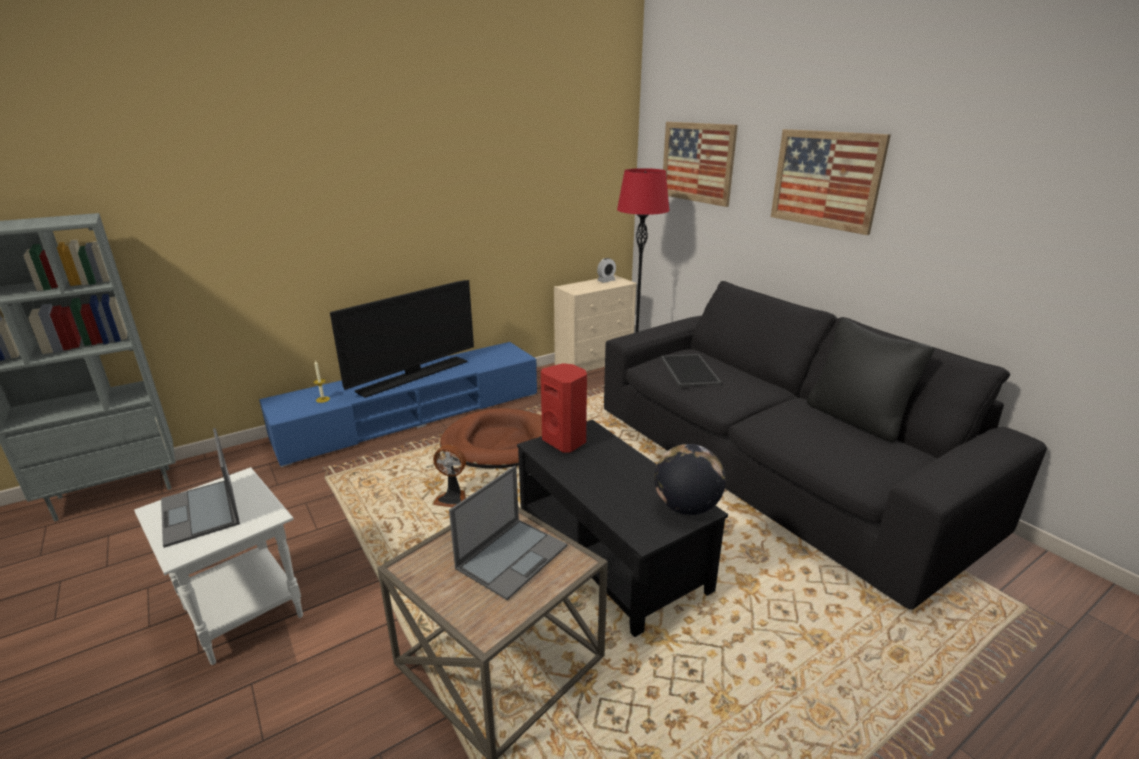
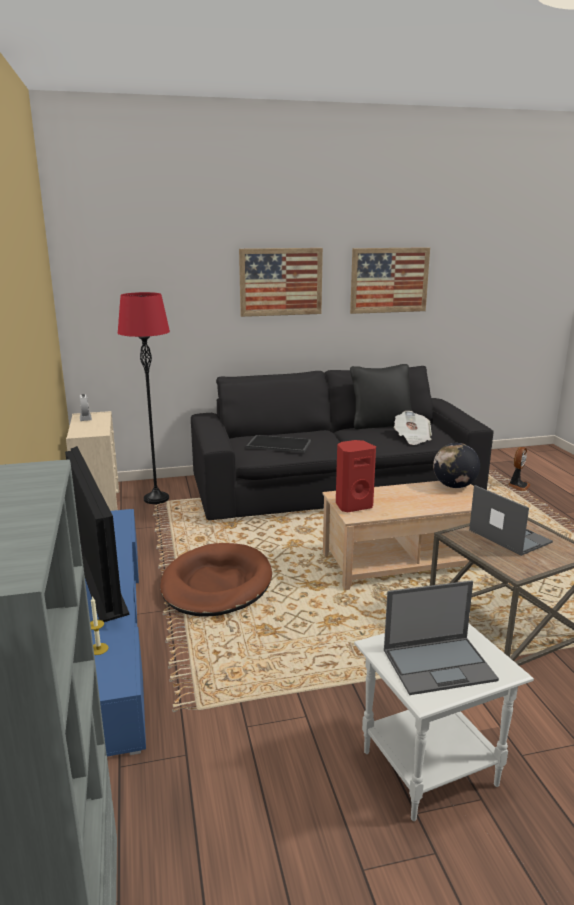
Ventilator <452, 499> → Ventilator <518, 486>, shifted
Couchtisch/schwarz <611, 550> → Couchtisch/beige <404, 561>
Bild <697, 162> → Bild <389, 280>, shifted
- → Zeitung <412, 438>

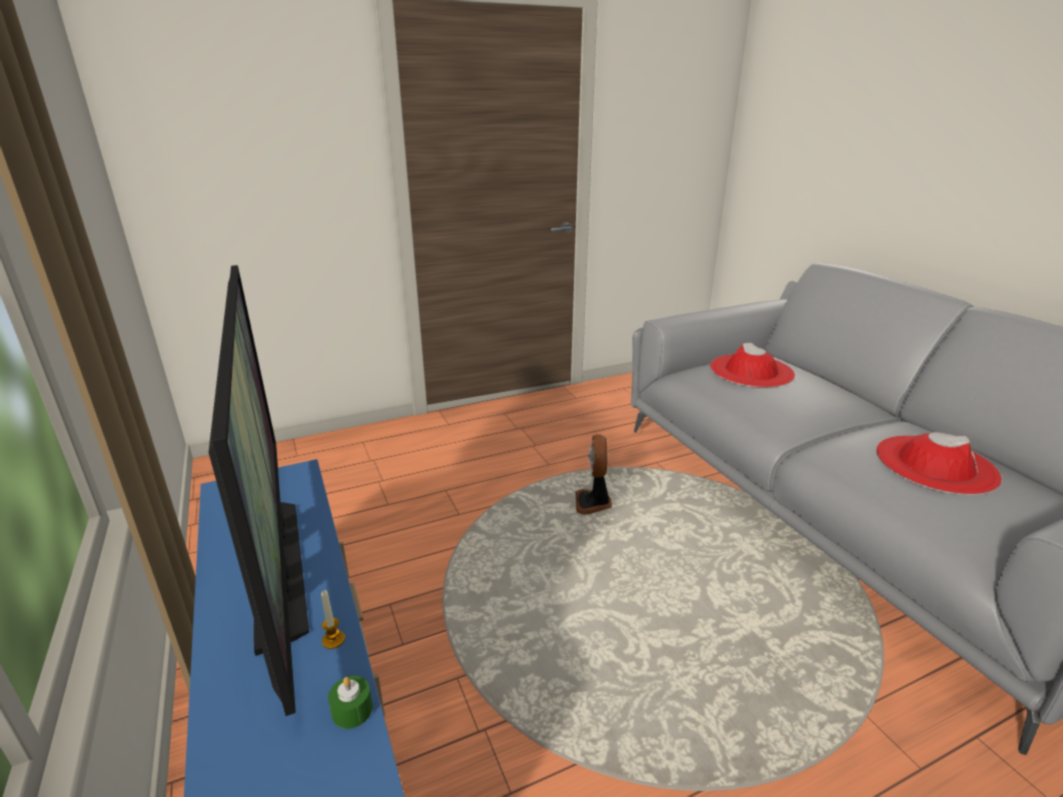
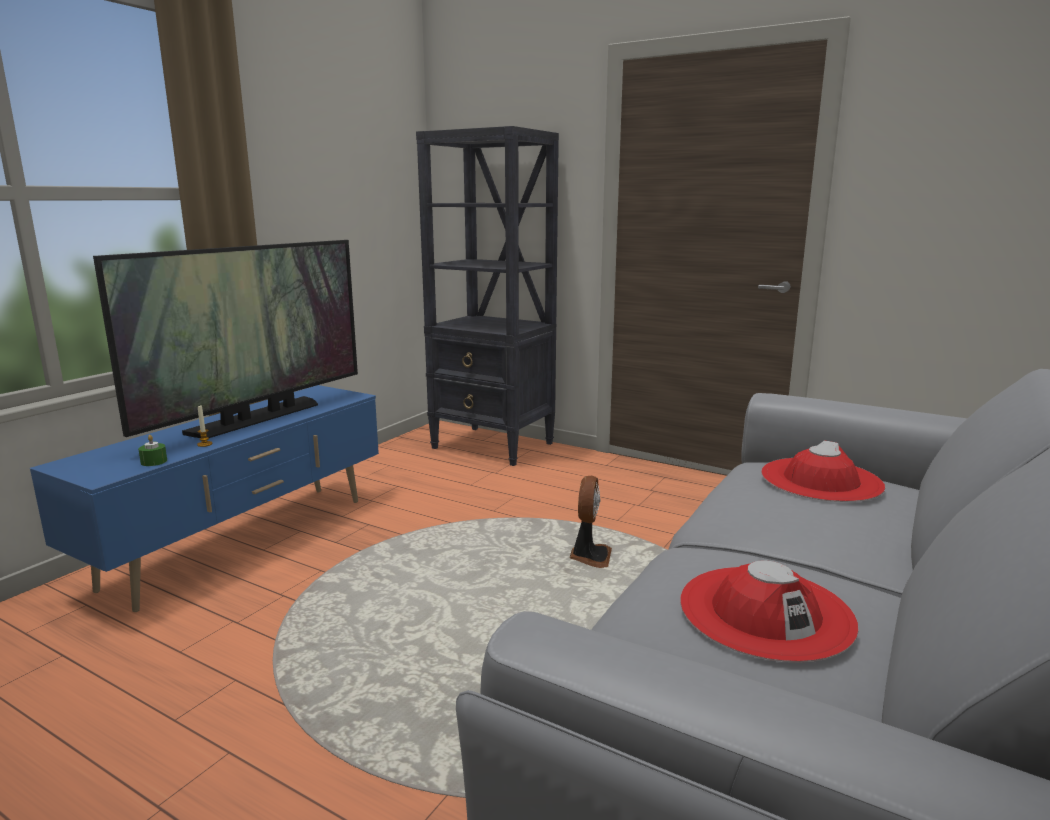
Ventilator <593, 503> → Ventilator <590, 557>, 135 degrees clockwise
- → Bücherregal/schwarz <493, 446>

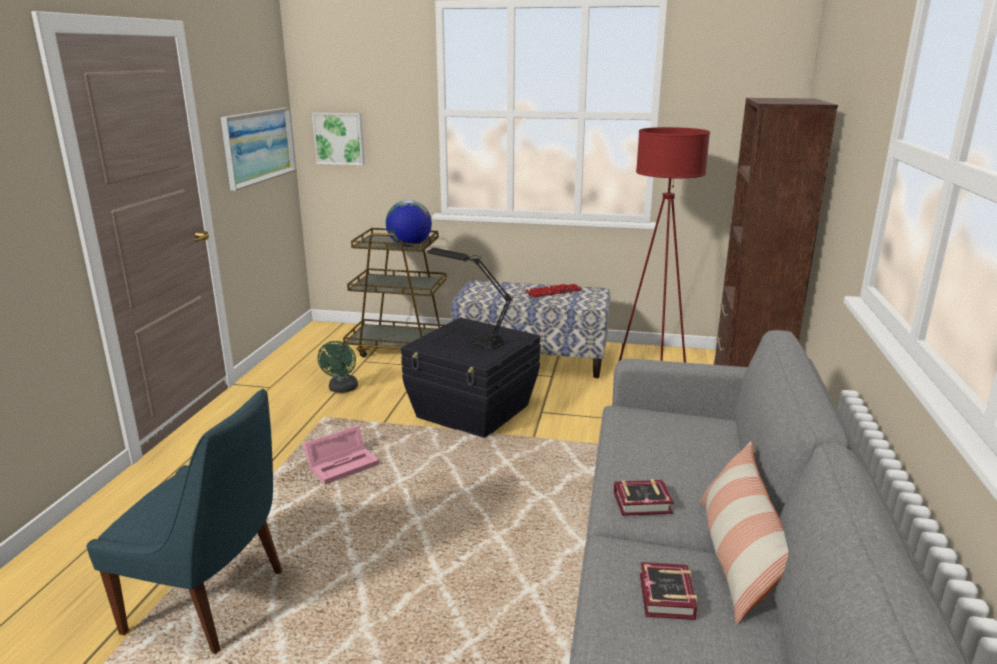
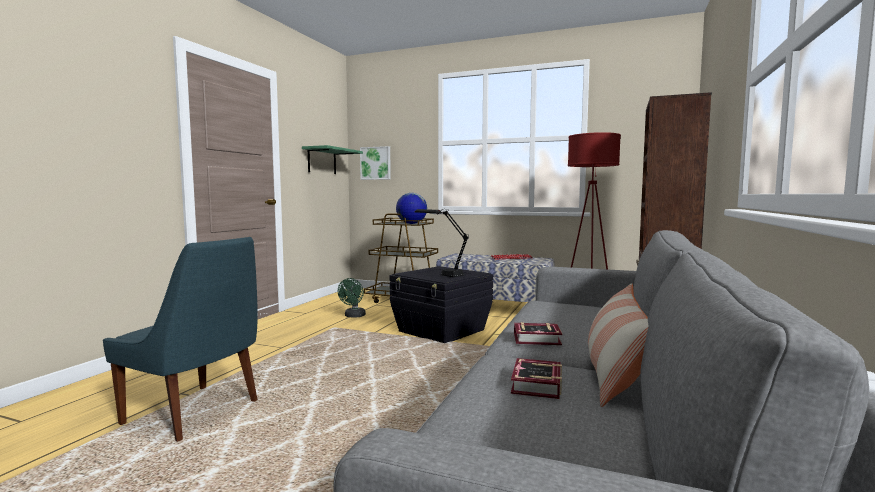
Bild <259, 146> → Wandregal/grün <322, 161>
Aufbewahrungsbox/rosa <343, 464> → -

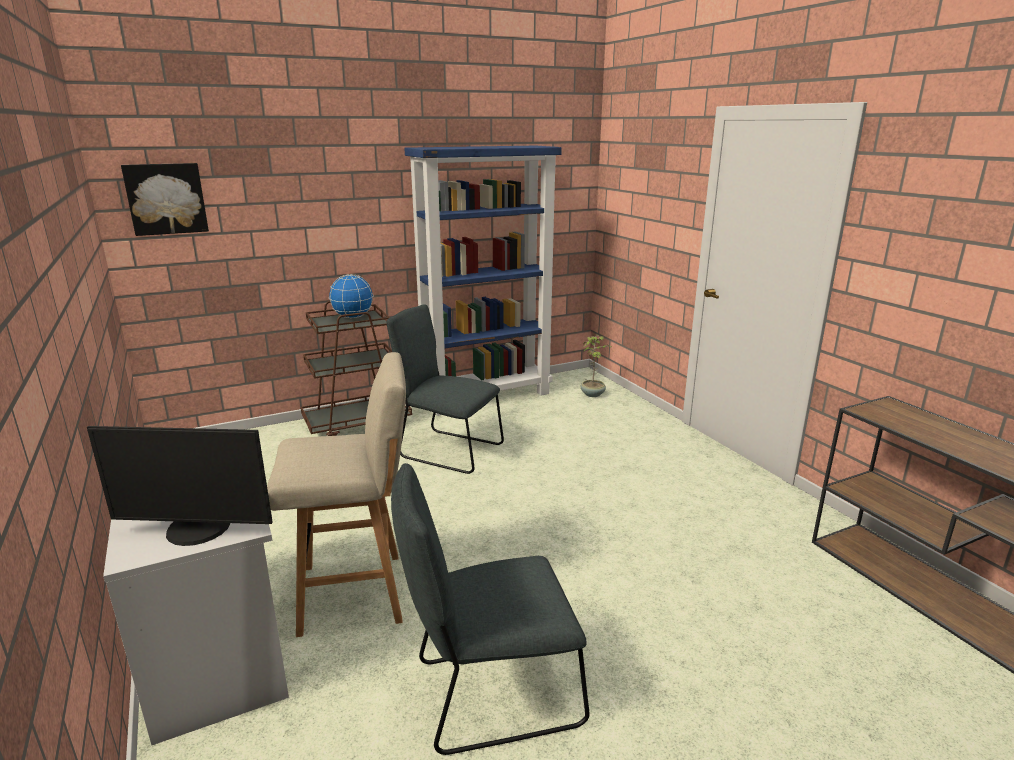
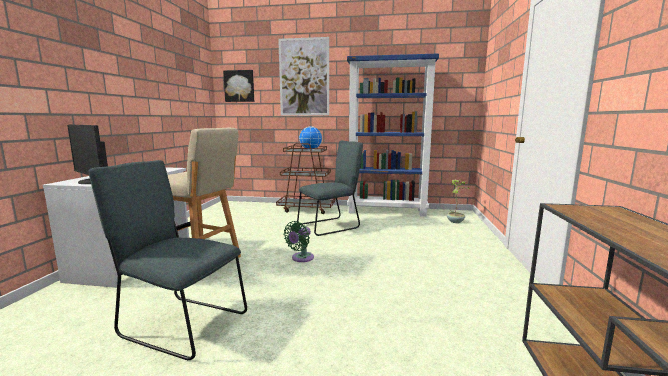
Stuhl/grau <447, 450> → Stuhl/grau <331, 226>, 90 degrees clockwise
- → Bild <304, 77>
- → Ventilator/grün <301, 258>

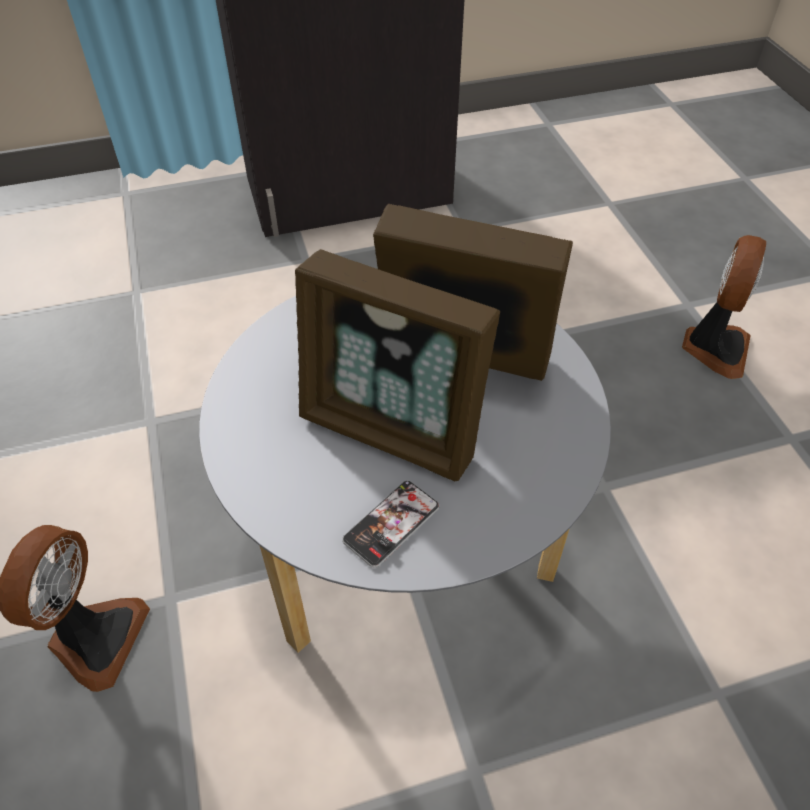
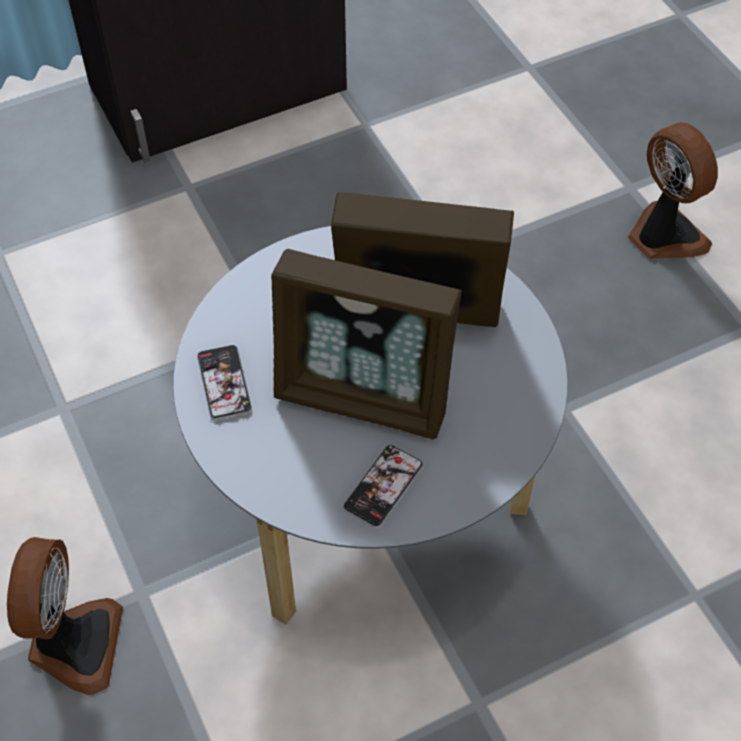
Ventilator <714, 348> → Ventilator <663, 236>, 45 degrees counterclockwise
- → Handy <224, 383>

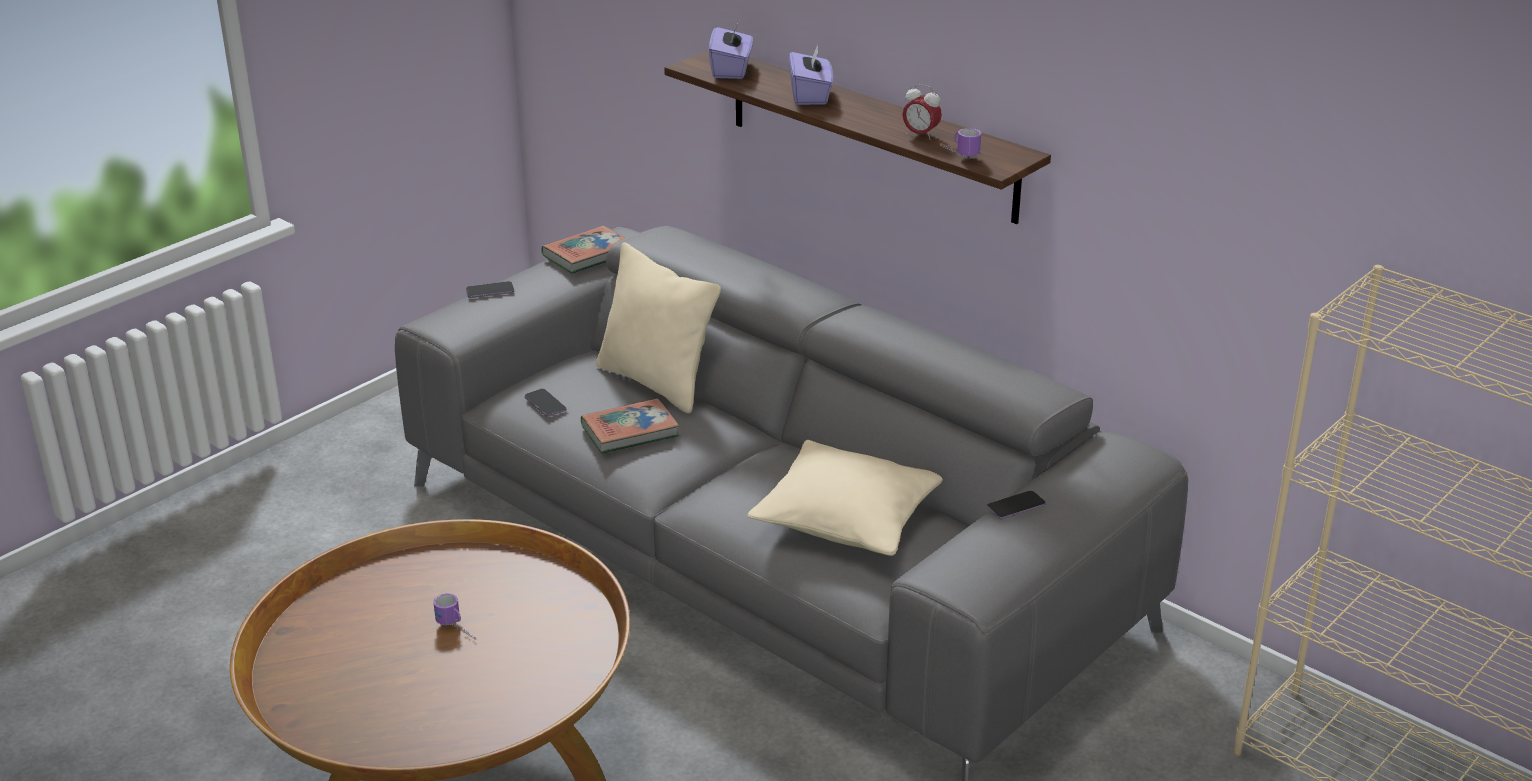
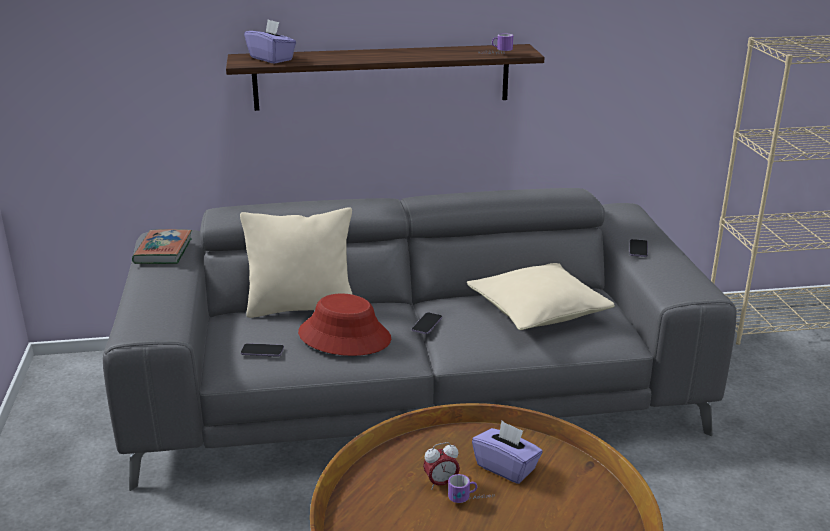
Handy <490, 291> → Handy <427, 324>, shifted
Buch <630, 431> → Hut/rot <345, 336>
Taschentuchbox/lila <810, 95> → Taschentuchbox/lila <506, 467>, shifted
Wecker <920, 135> → Wecker <441, 483>, shifted

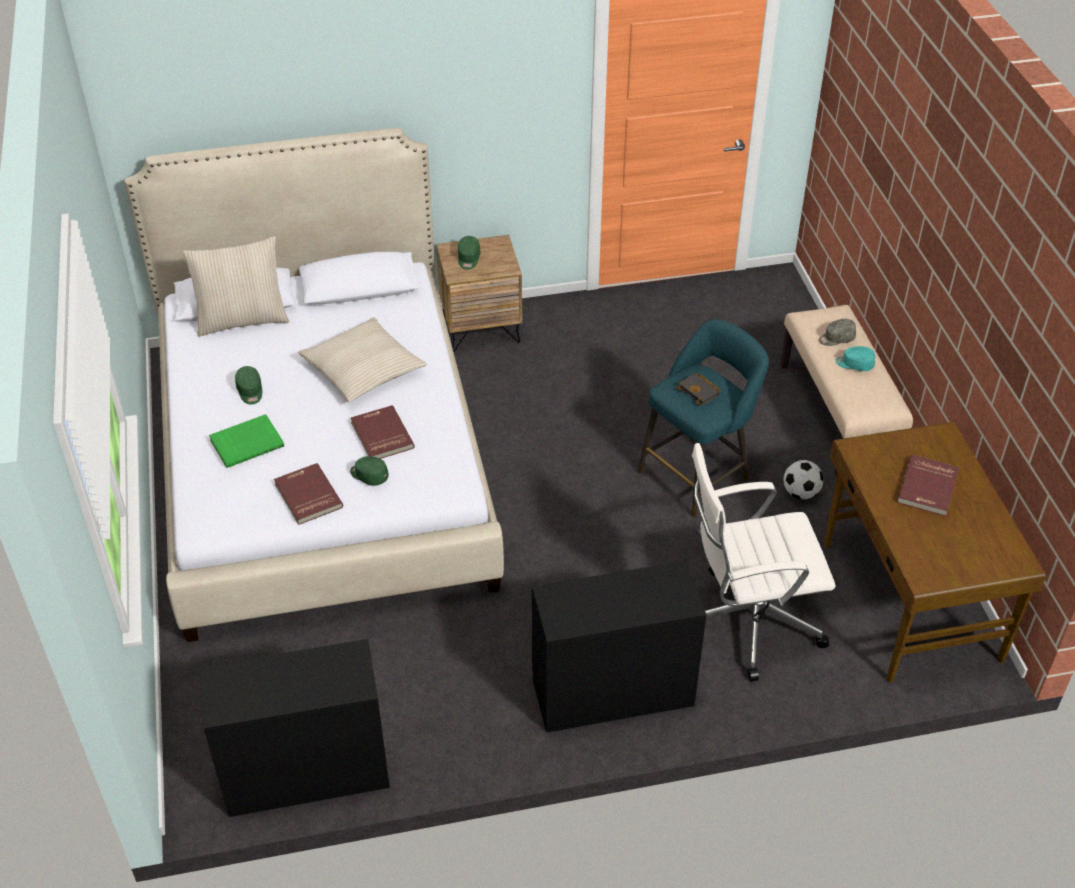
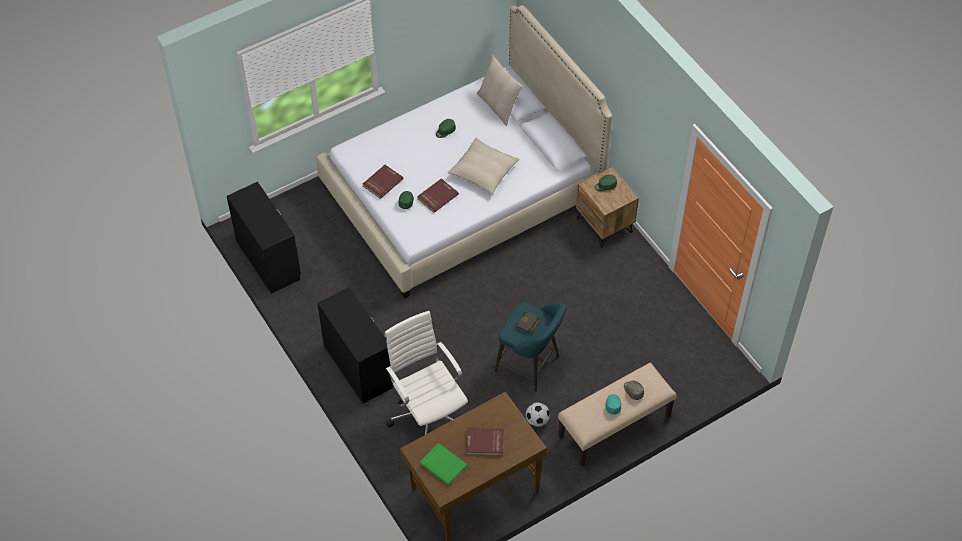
Buch/grün <246, 442> → Buch/grün <443, 464>, shifted

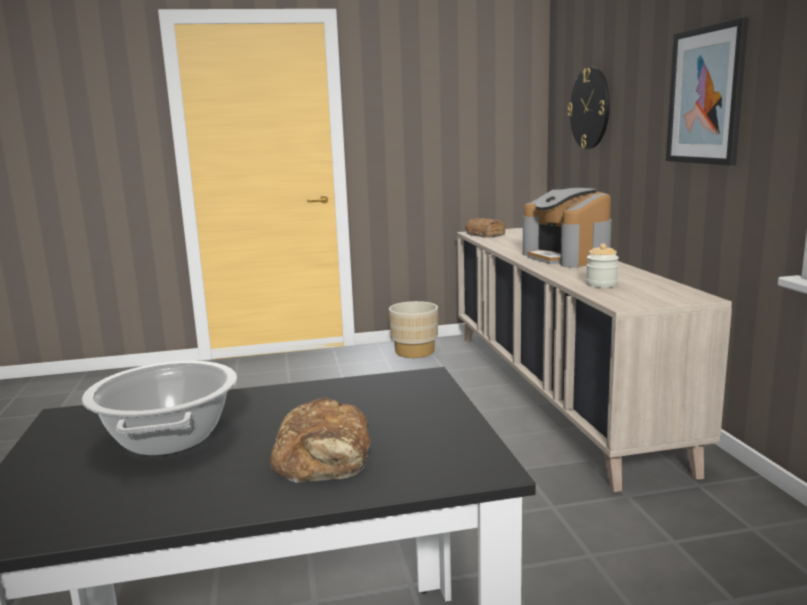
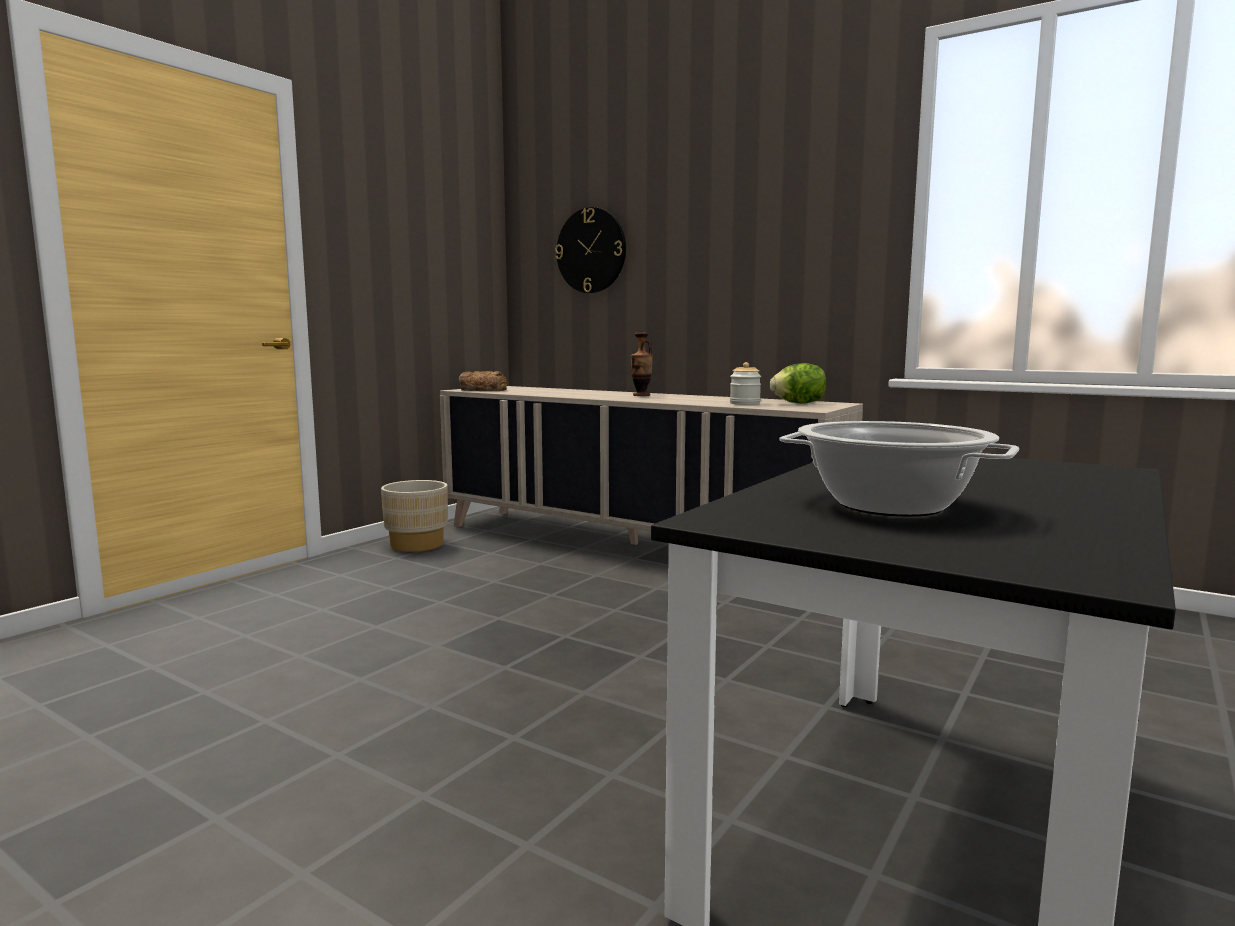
Brot <325, 455> → -
Kaffeemaschine <567, 257> → Vase <641, 395>
Bild <705, 96> → -
- → Salatkopf <798, 403>

